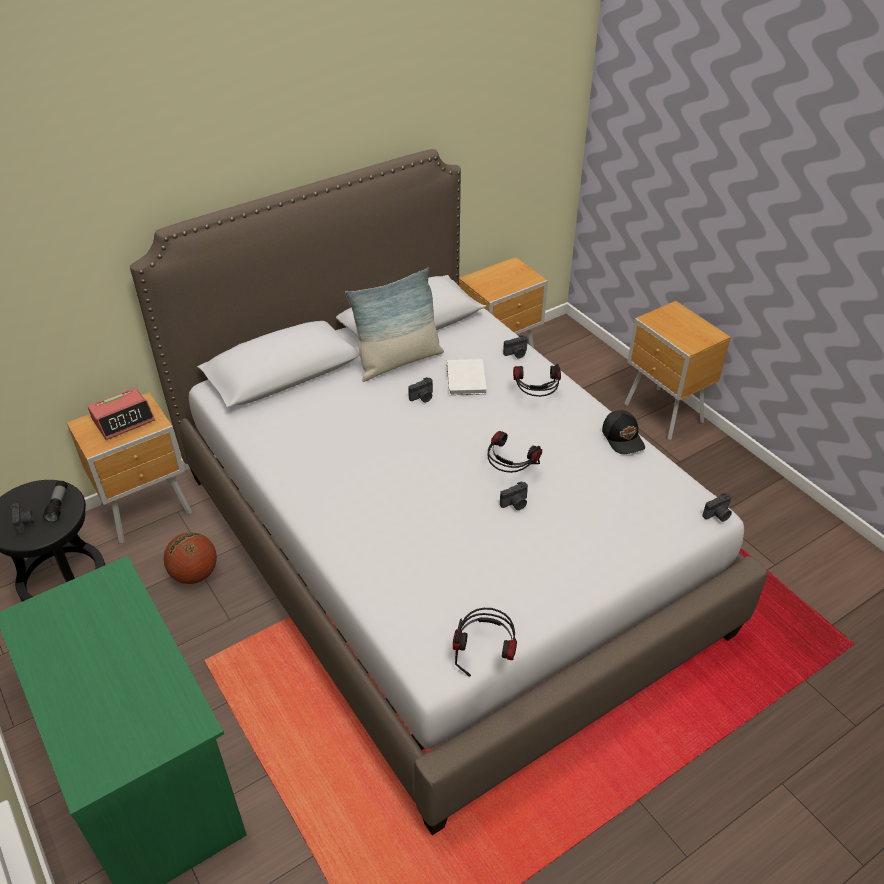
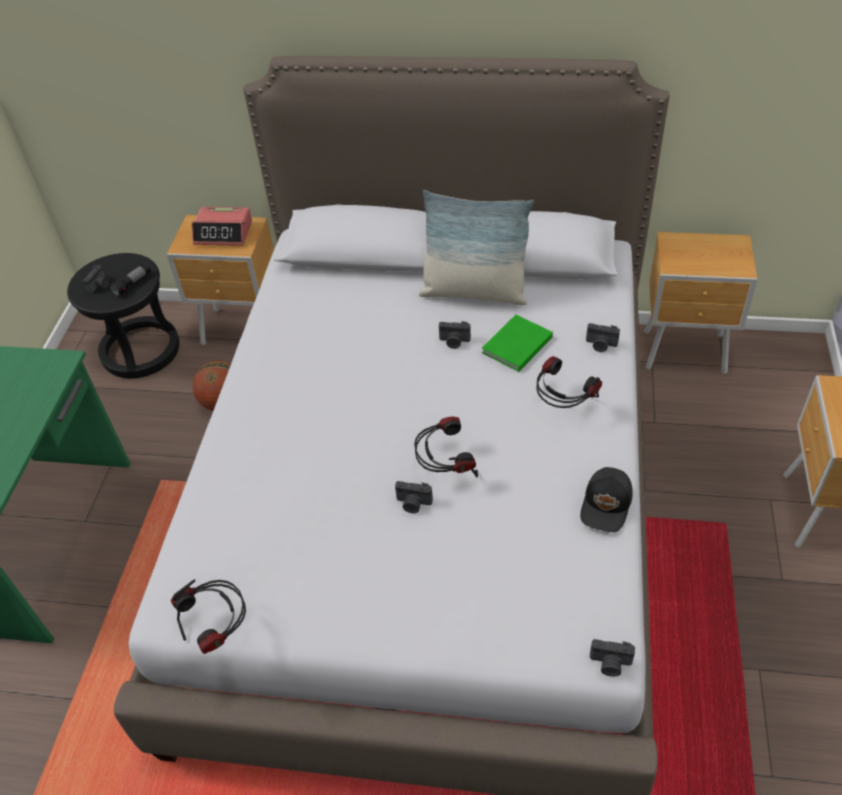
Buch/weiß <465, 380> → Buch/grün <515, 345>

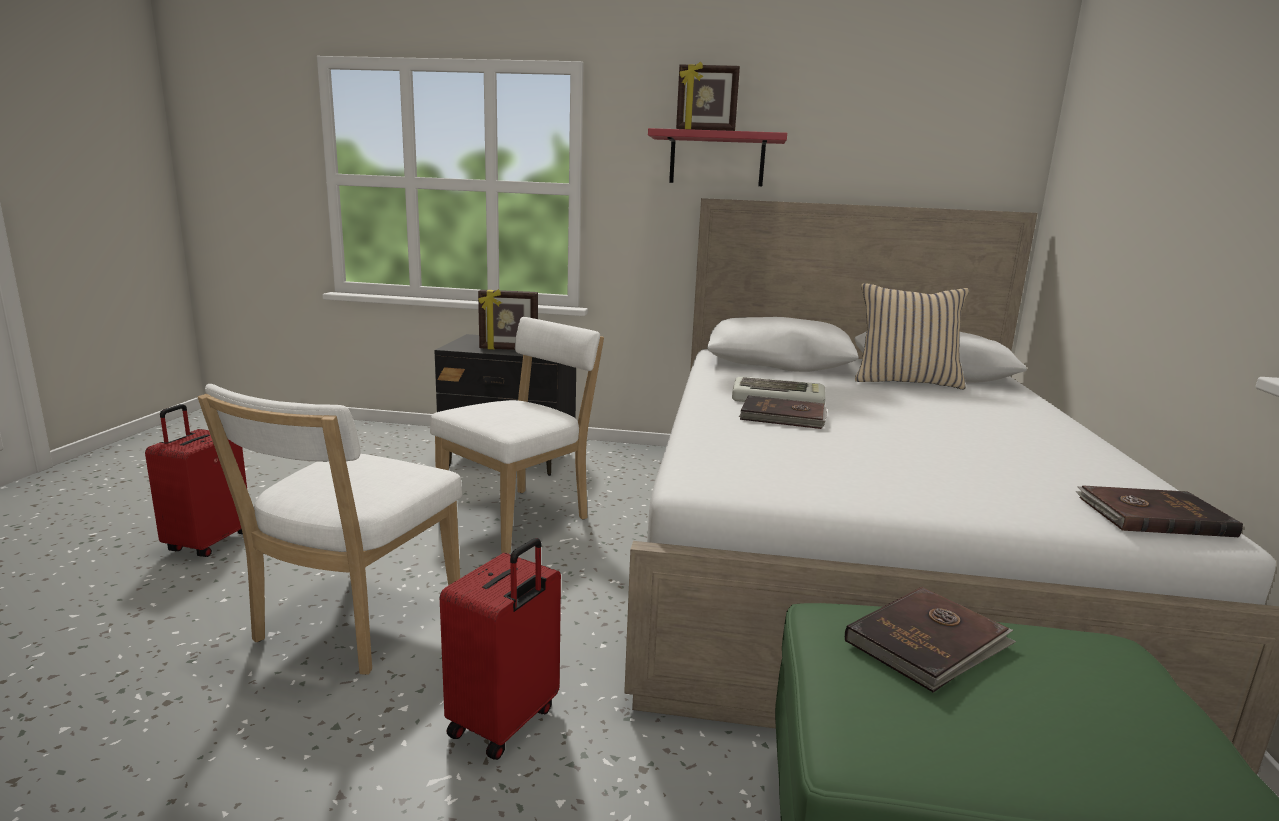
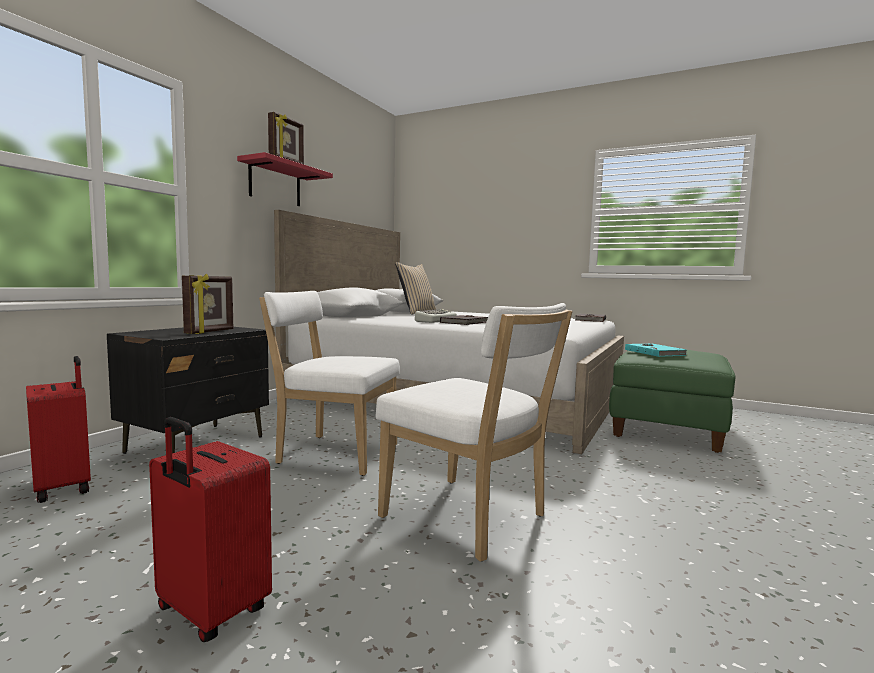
Stuhl/weiß <520, 518> → Stuhl/weiß <333, 453>, 45 degrees counterclockwise
Koffer/rot <505, 722> → Koffer/rot <64, 487>, shifted
Buch/braun <929, 643> → Buch/türkis <654, 352>

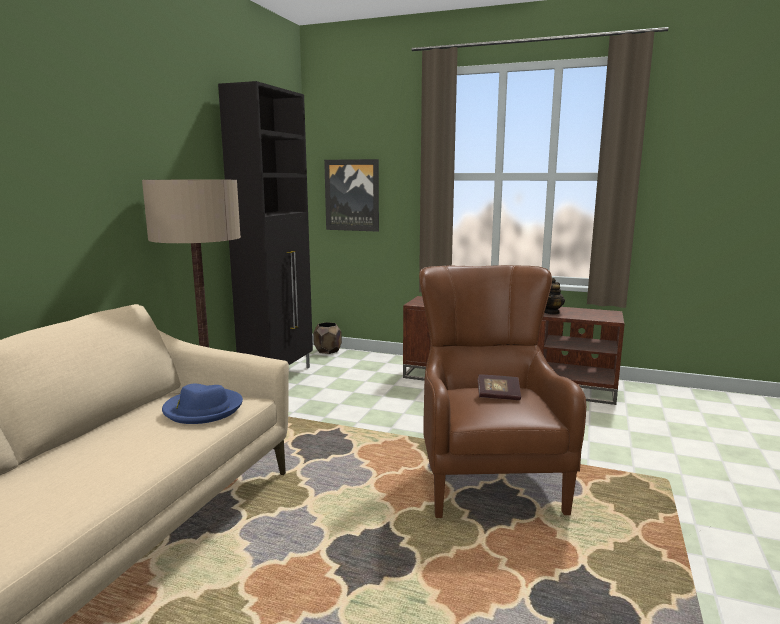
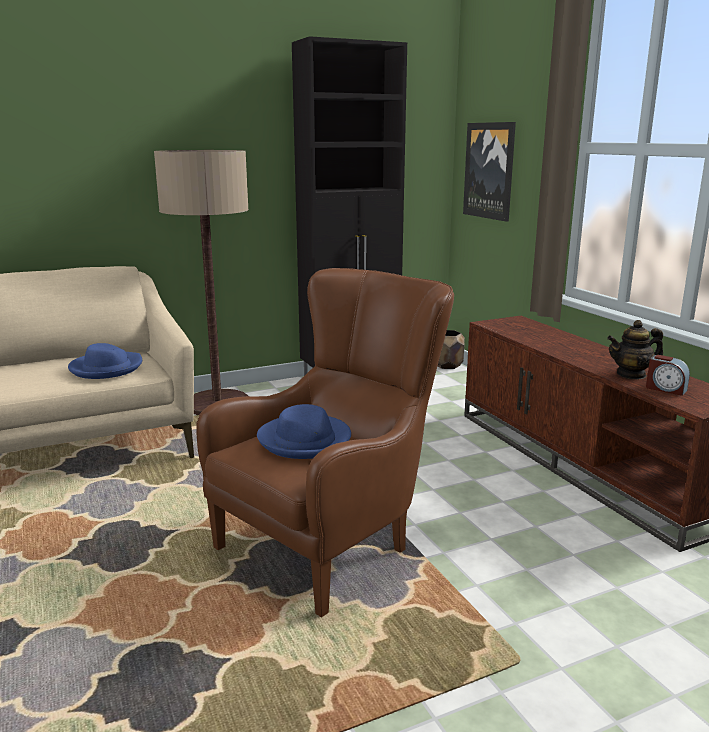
Buch <498, 396> → Hut/blau <305, 440>
- → Wecker <665, 389>

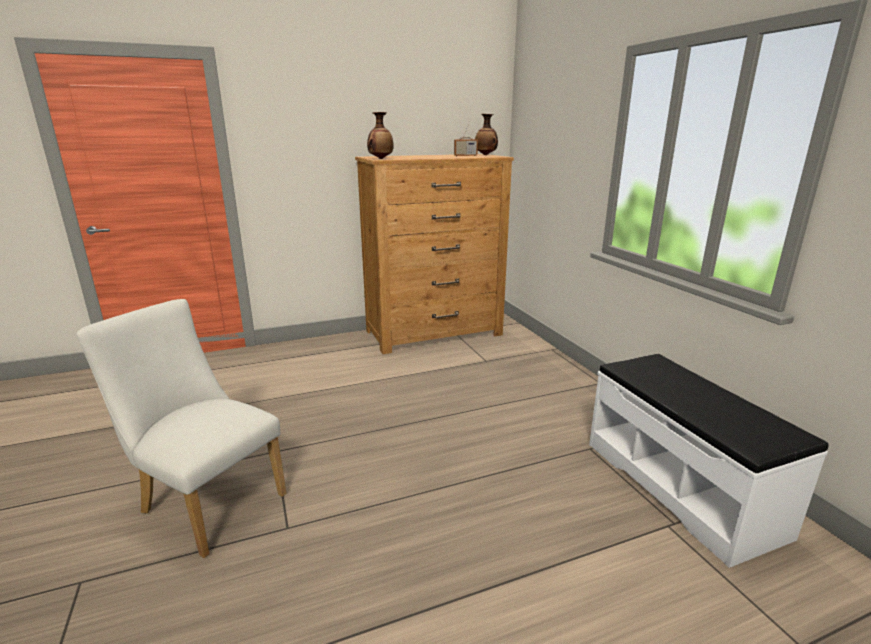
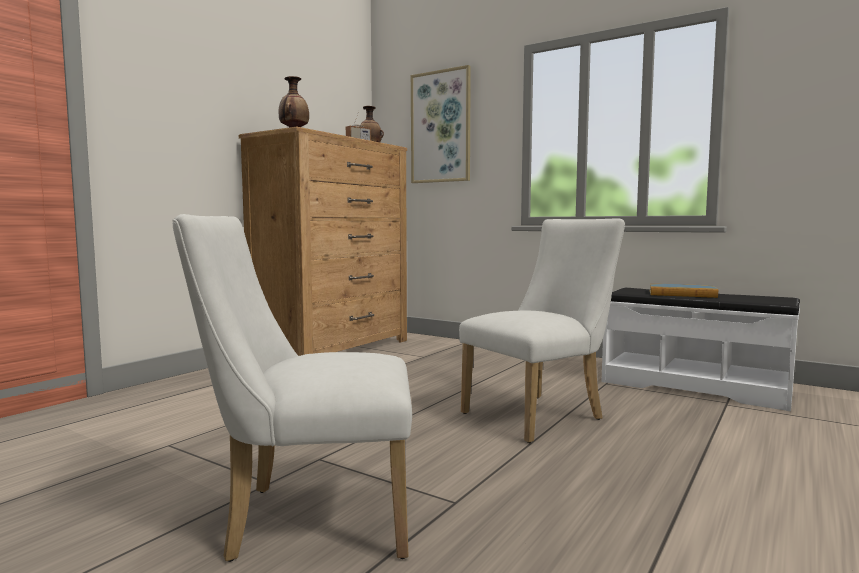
- → Bild <441, 127>
- → Stuhl/weiß <540, 415>
- → Buch <682, 294>

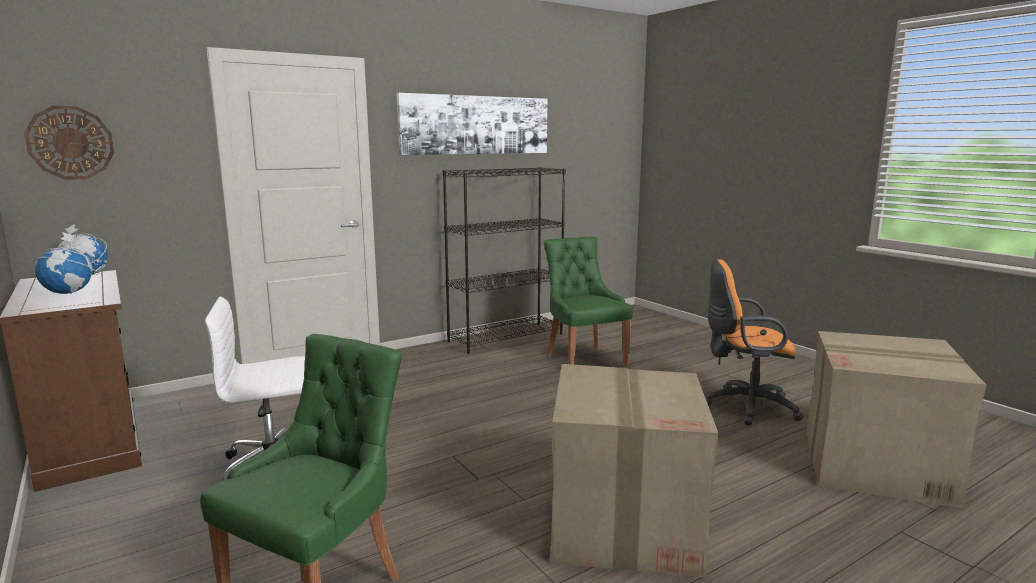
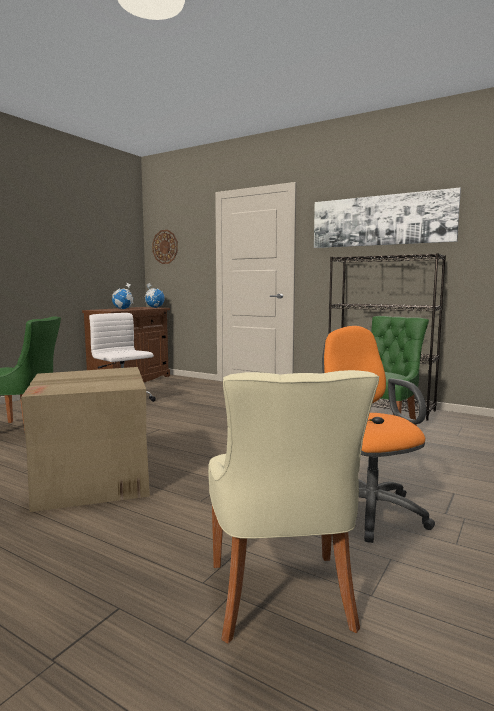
Karton <877, 466> → Stuhl/beige <281, 599>

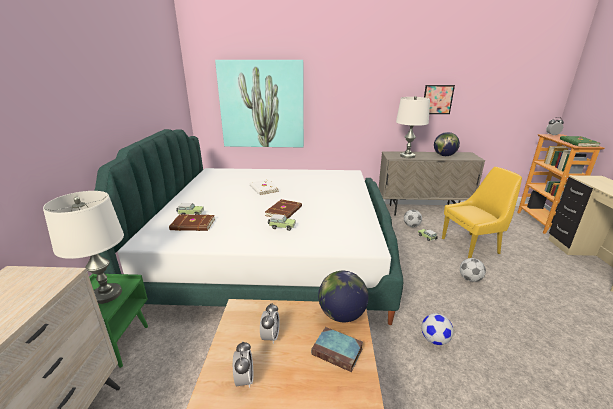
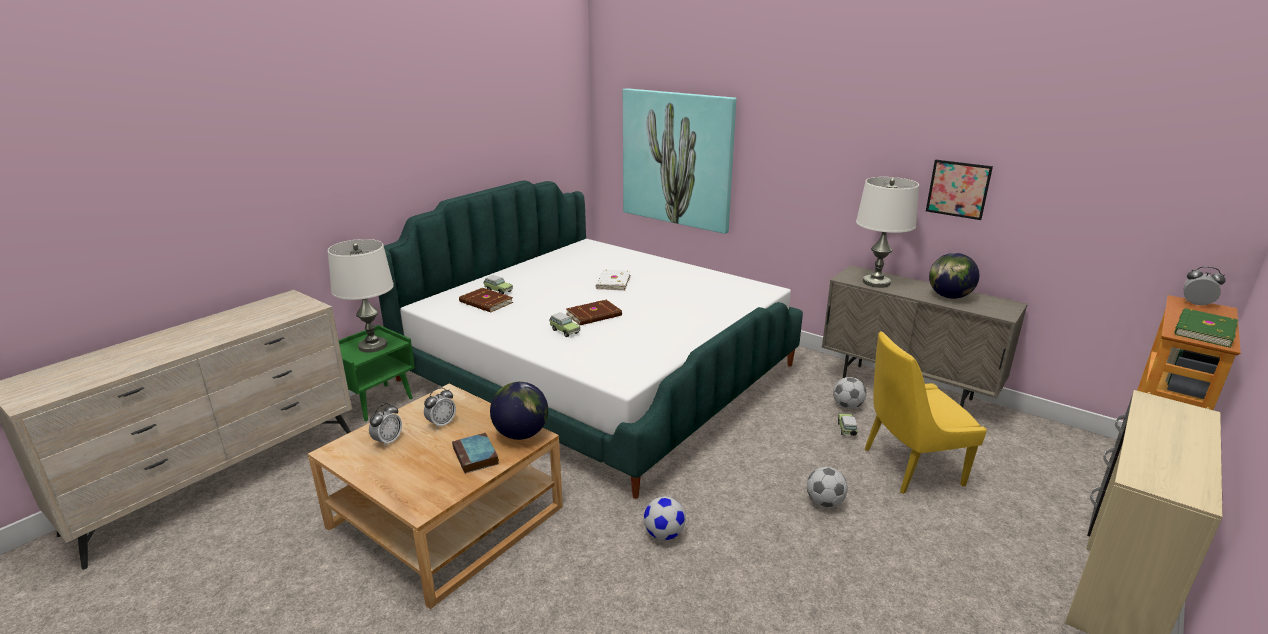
Stuhl/gelb <471, 245> → Stuhl/gelb <908, 467>, 150 degrees clockwise

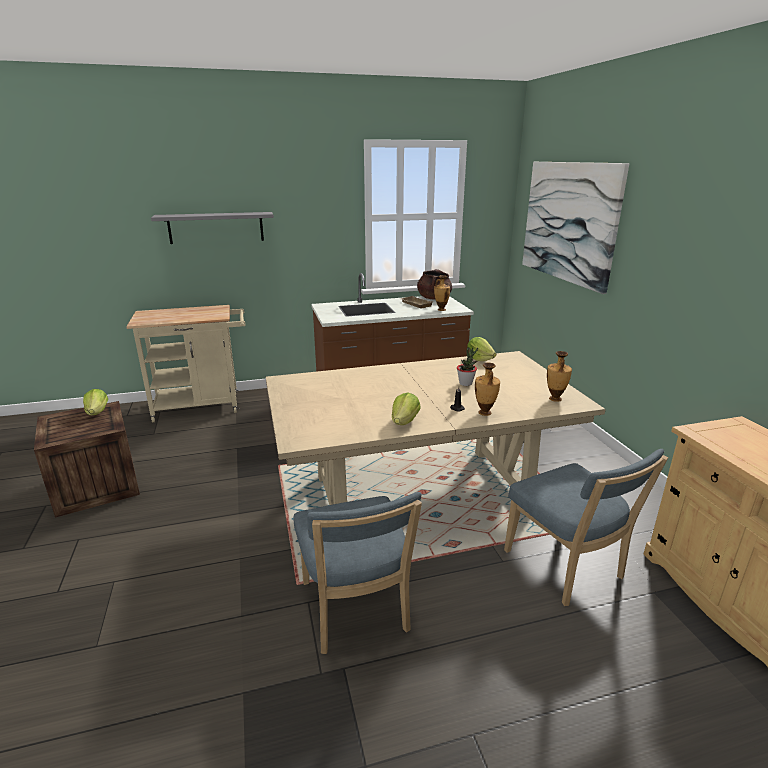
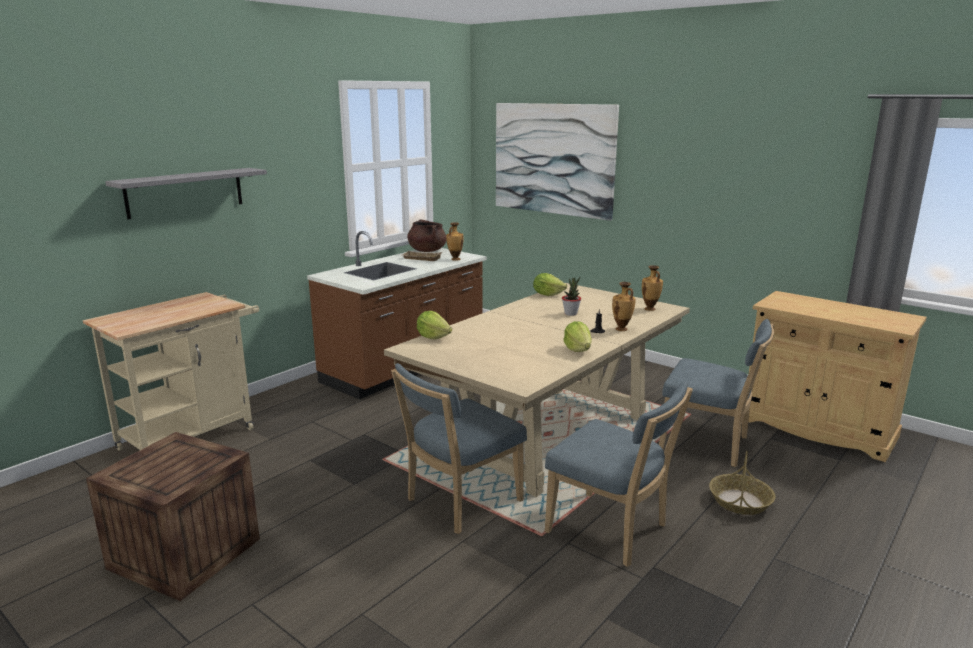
Salatkopf <97, 412> → Salatkopf <433, 337>, shifted
- → Stuhl/blau <460, 502>
- → Korb <740, 501>

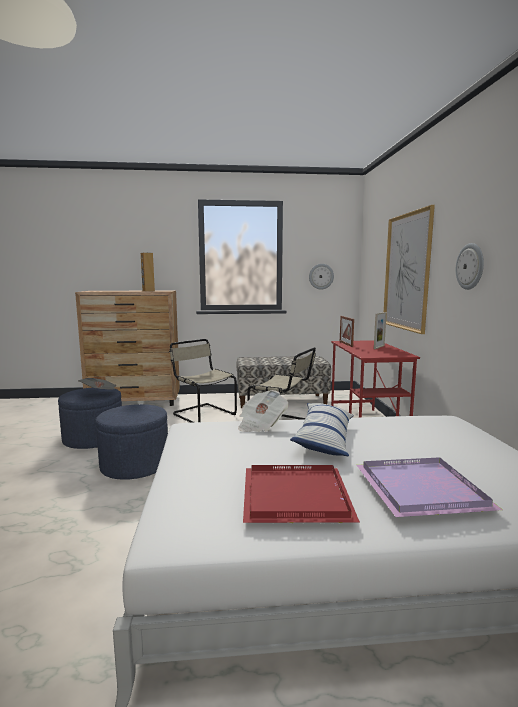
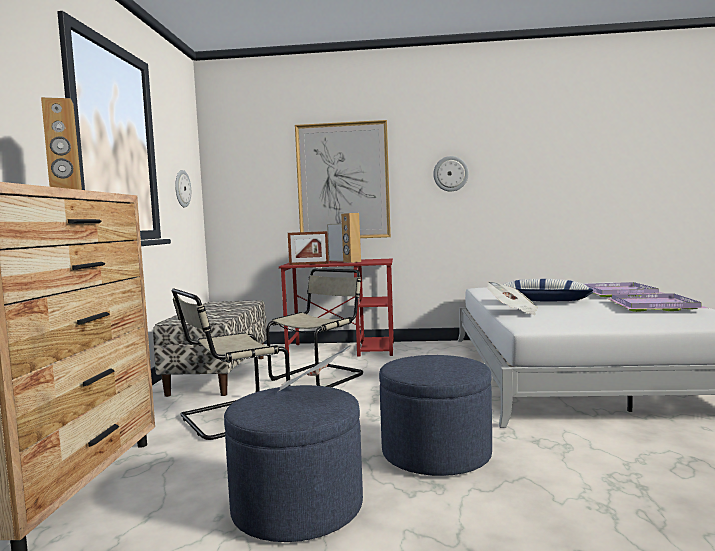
Tablett/rot <298, 497> → Tablett/lila <654, 306>
- → Lautsprecher/braun <351, 262>

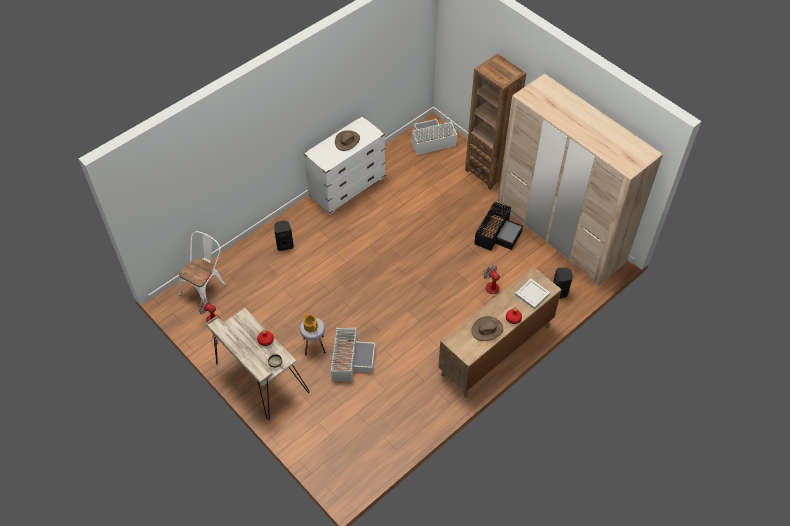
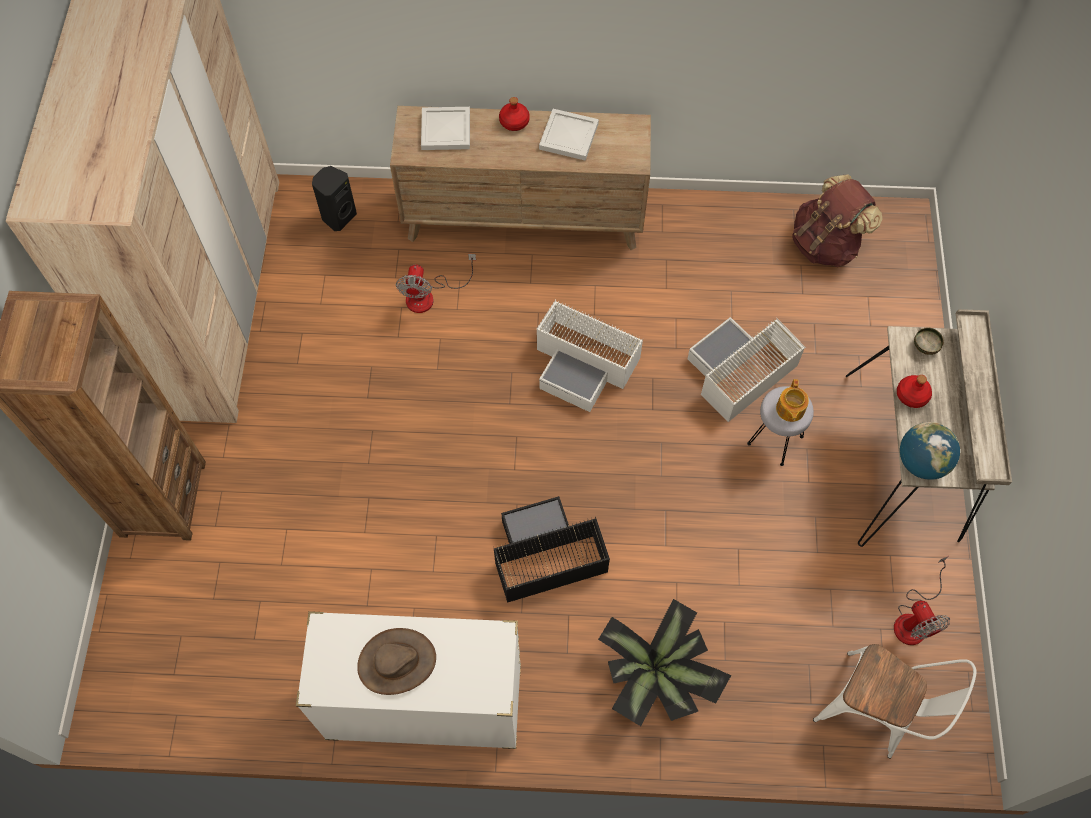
Stuhl/weiß <206, 288> → Stuhl/weiß <875, 711>, 135 degrees counterclockwise
Lautsprecher/schwarz <285, 245> → Topfpflanze <657, 677>
Aufbewahrungsbox/weiß <431, 141> → Aufbewahrungsbox/weiß <584, 364>, shifted
Hut/braun <487, 329> → Tablett/weiß <567, 137>
Aufbewahrungsbox/schwarz <497, 233> → Aufbewahrungsbox/schwarz <545, 556>, shifted
- → Rucksack/braun <825, 244>
- → Globus <921, 462>

